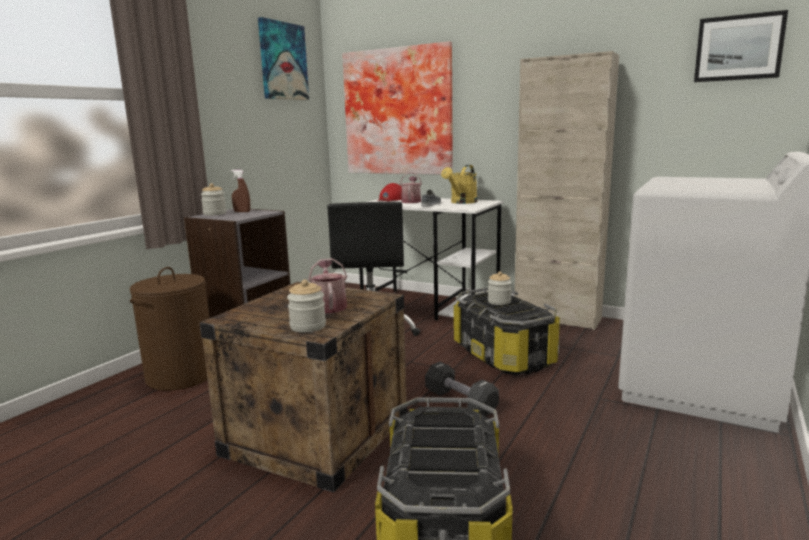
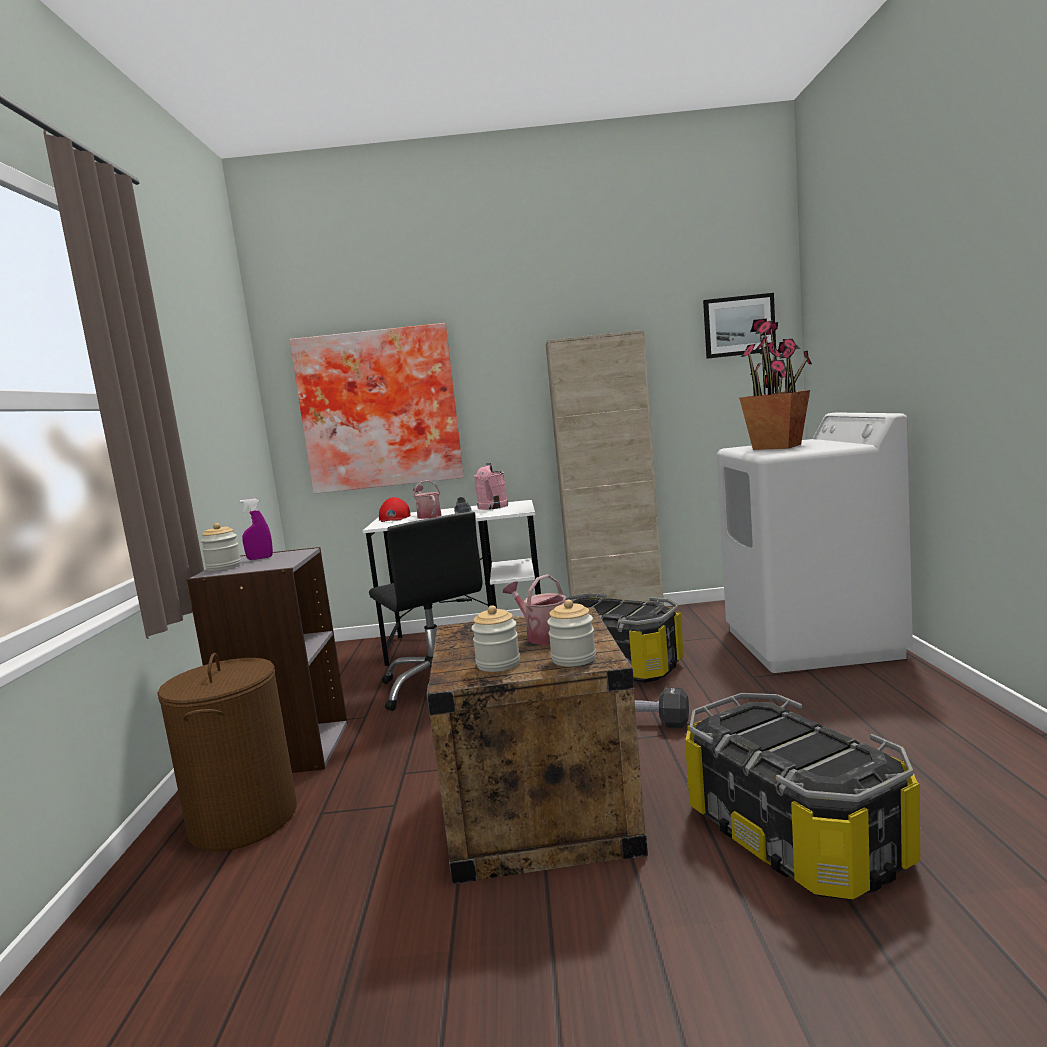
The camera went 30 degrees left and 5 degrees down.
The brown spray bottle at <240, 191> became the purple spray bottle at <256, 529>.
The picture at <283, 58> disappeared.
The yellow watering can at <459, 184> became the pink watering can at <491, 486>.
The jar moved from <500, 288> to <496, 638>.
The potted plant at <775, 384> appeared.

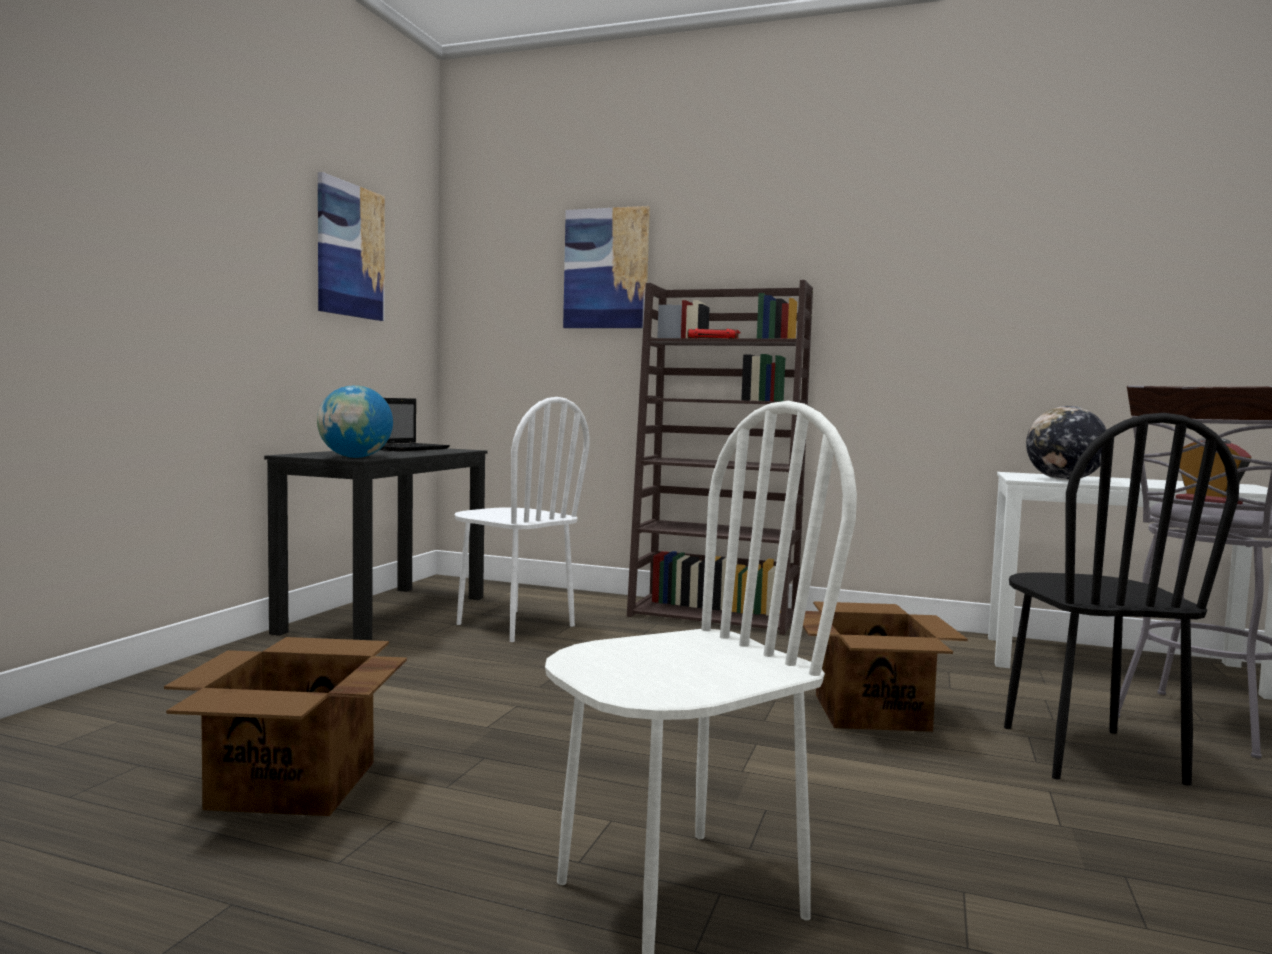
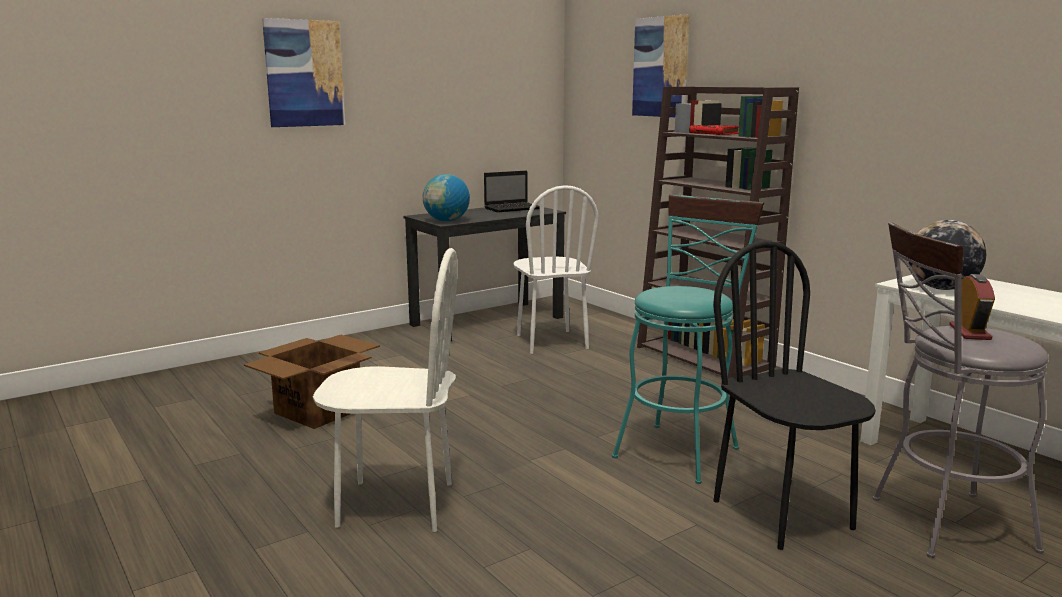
The camera went 35 degrees right and 10 degrees up.
The picture moved from <351, 246> to <303, 72>.
The cardboard box at <880, 666> was replaced by the turquoise stool at <688, 339>.
The black chair at <1122, 599> turned 120 degrees clockwise.

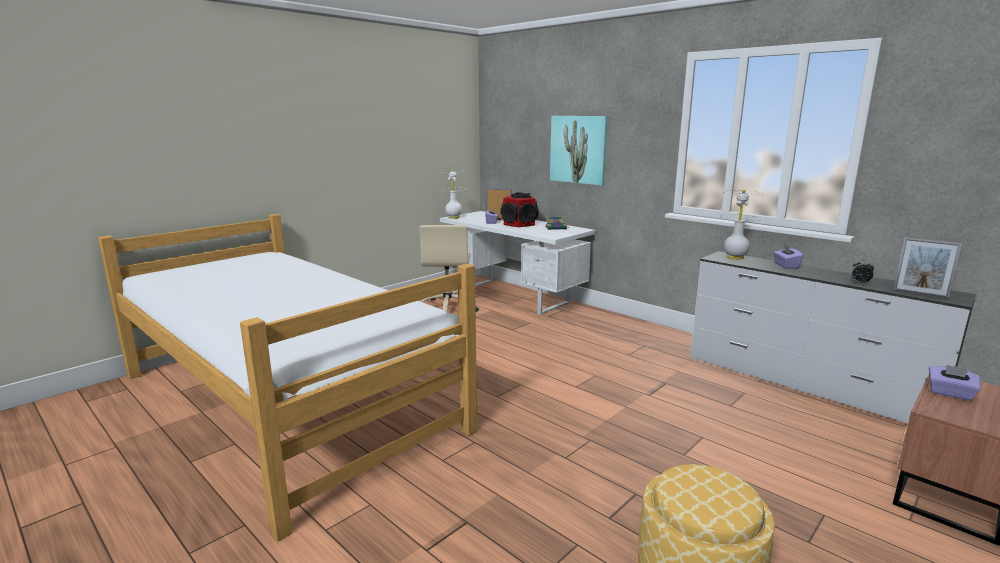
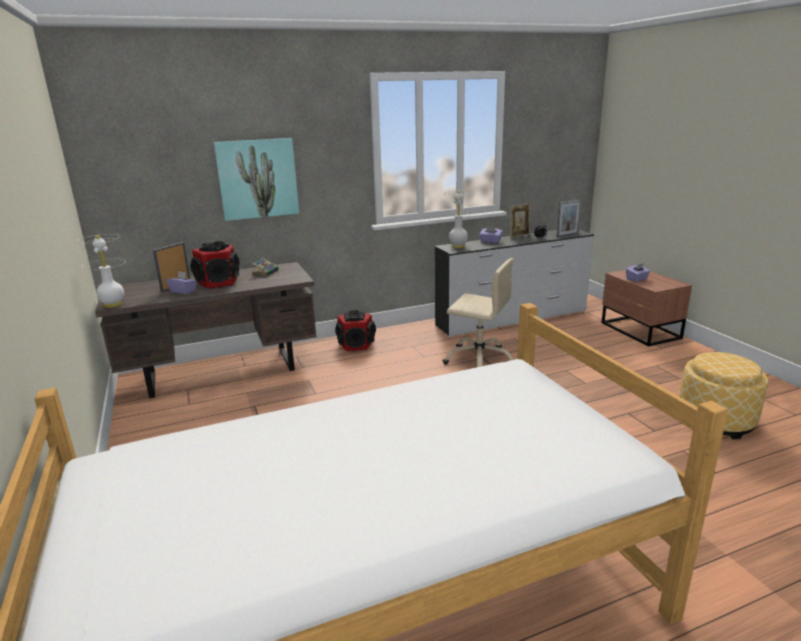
The camera went 65 degrees left and 5 degrees up.
The beige office chair moved from <449, 268> to <478, 312>.
The white desk at <517, 263> became the brown desk at <206, 330>.
The speaker at <355, 330> appeared.
The picture frame at <520, 221> appeared.

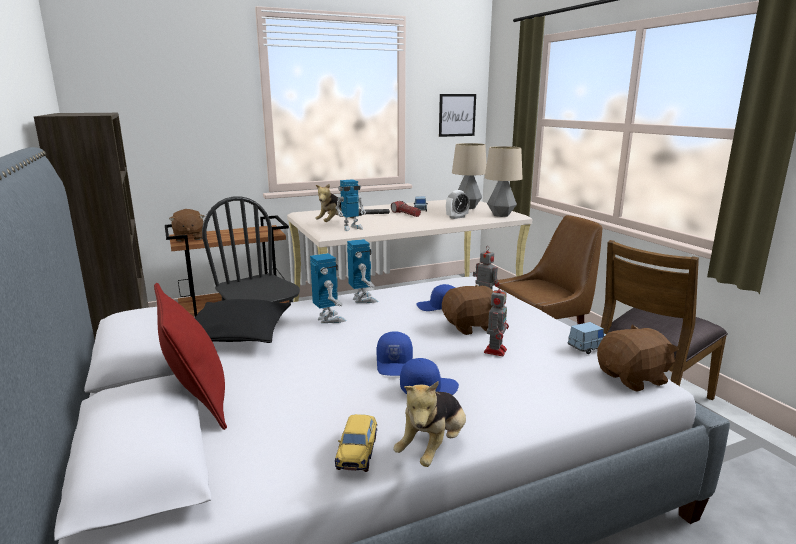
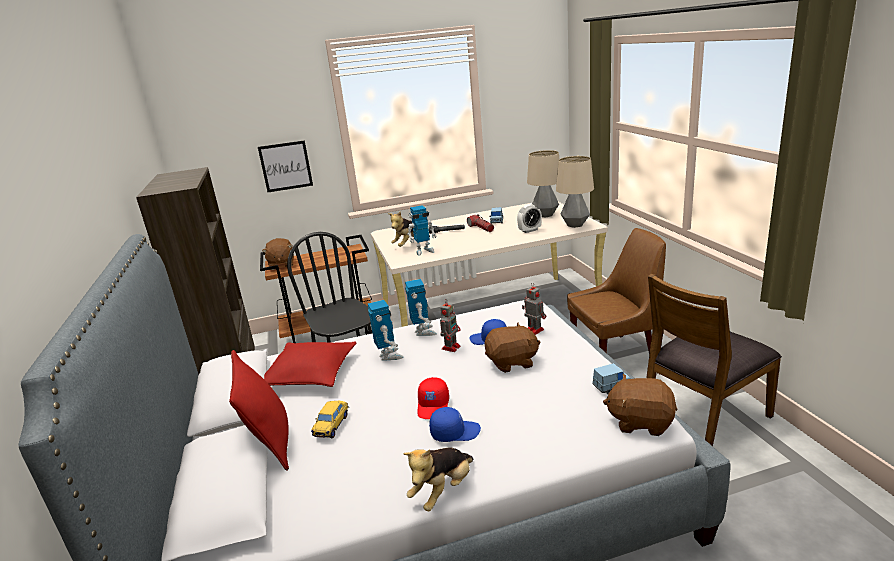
The camera went 10 degrees right and 5 degrees up.
The black pillow at <242, 321> became the red pillow at <310, 364>.
The toy car moved from <356, 443> to <330, 419>.
The blue cap at <395, 353> became the red cap at <433, 398>.
The picture moved from <457, 115> to <285, 166>.
The toy robot moved from <496, 320> to <450, 325>.
The brown plush toy at <638, 358> turned 150 degrees counterclockwise.

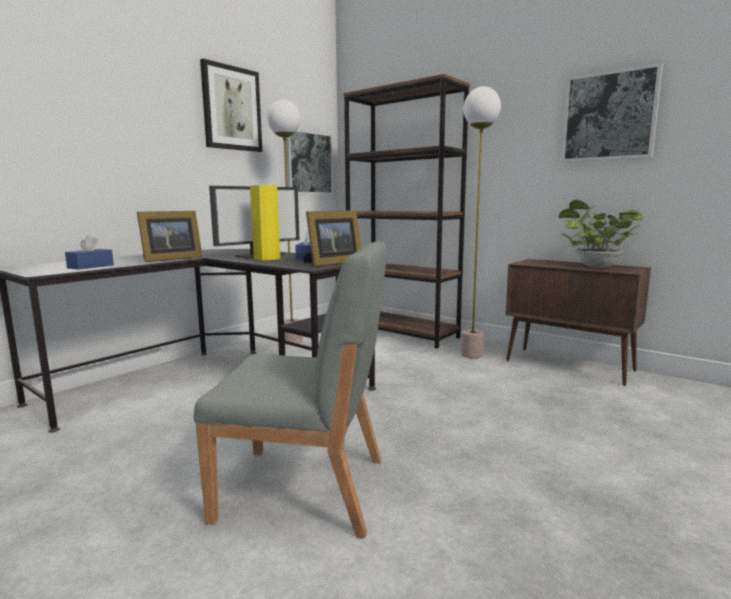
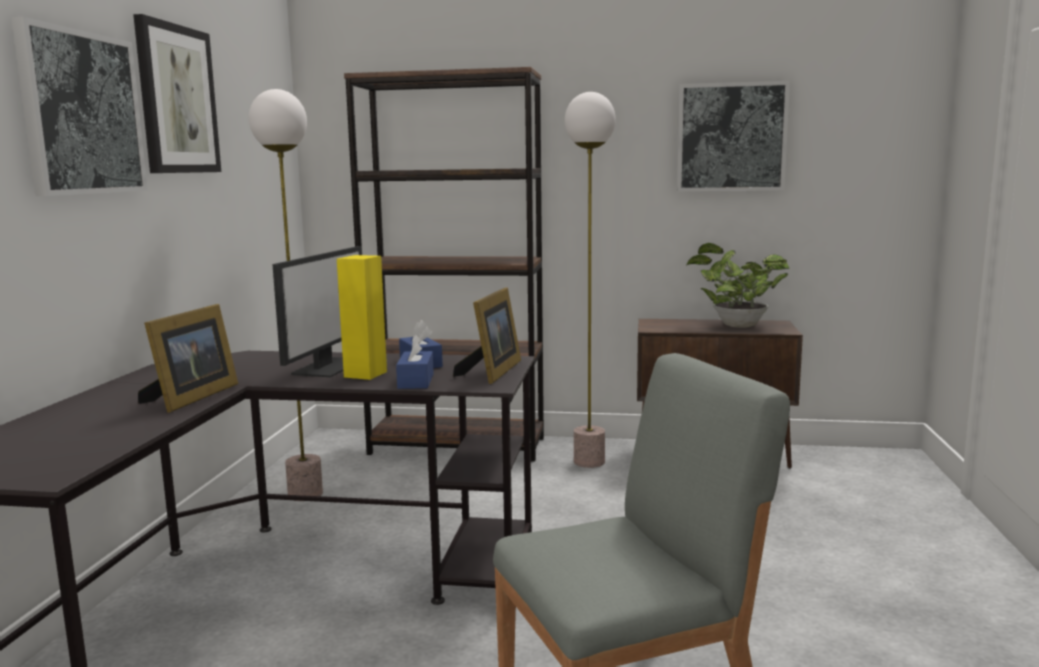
The camera went 30 degrees left and 0 degrees up.
The blue tissue box moved from <89, 252> to <415, 361>.
The picture moved from <309, 161> to <79, 106>.

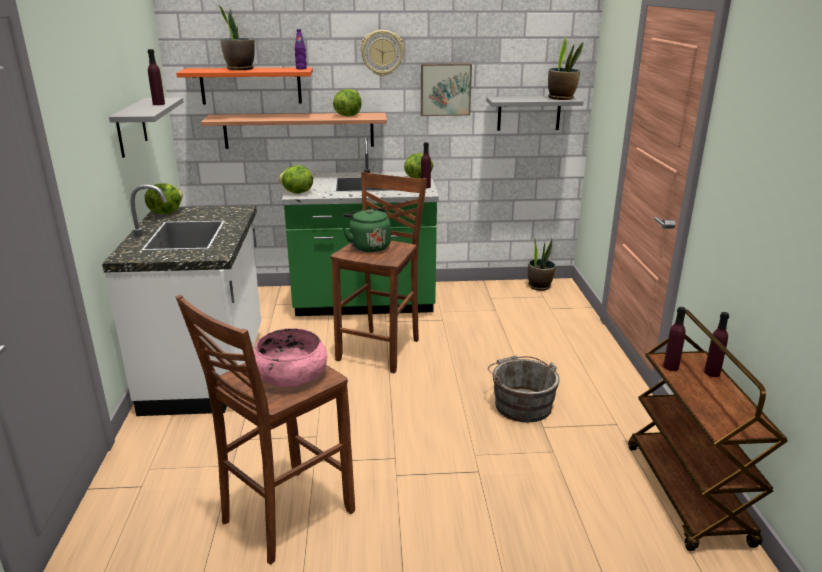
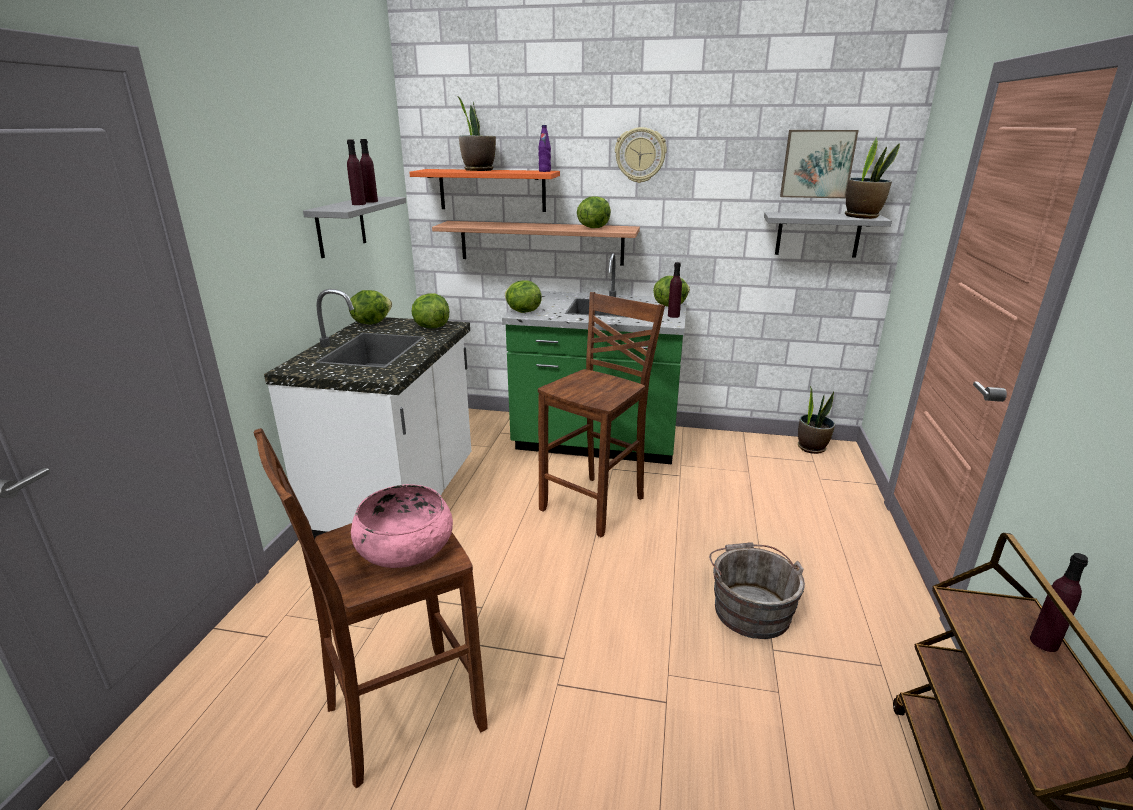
The camera went 15 degrees right and 0 degrees up.
The green kettle at <367, 230> disappeared.
The picture moved from <446, 89> to <819, 164>.
The purple bottle moved from <674, 339> to <356, 172>.
The lettuce at <430, 310> appeared.

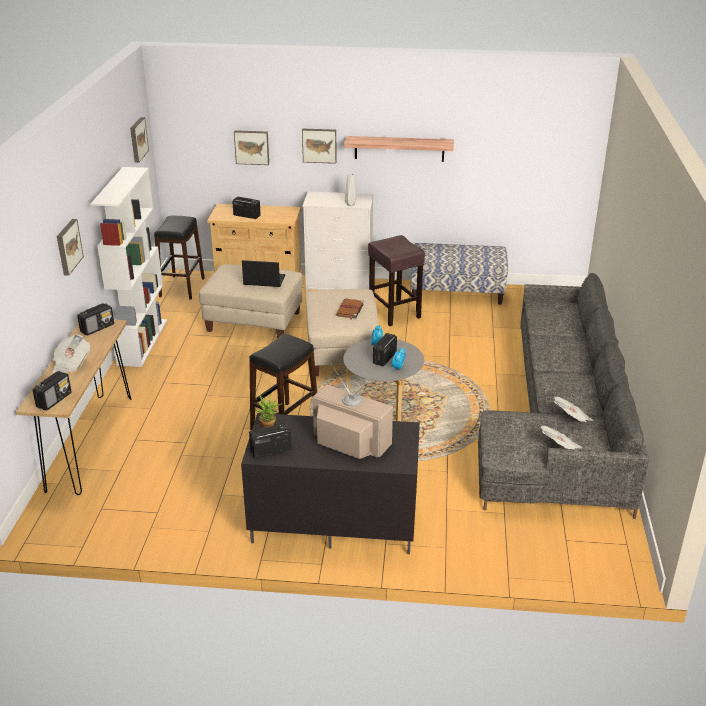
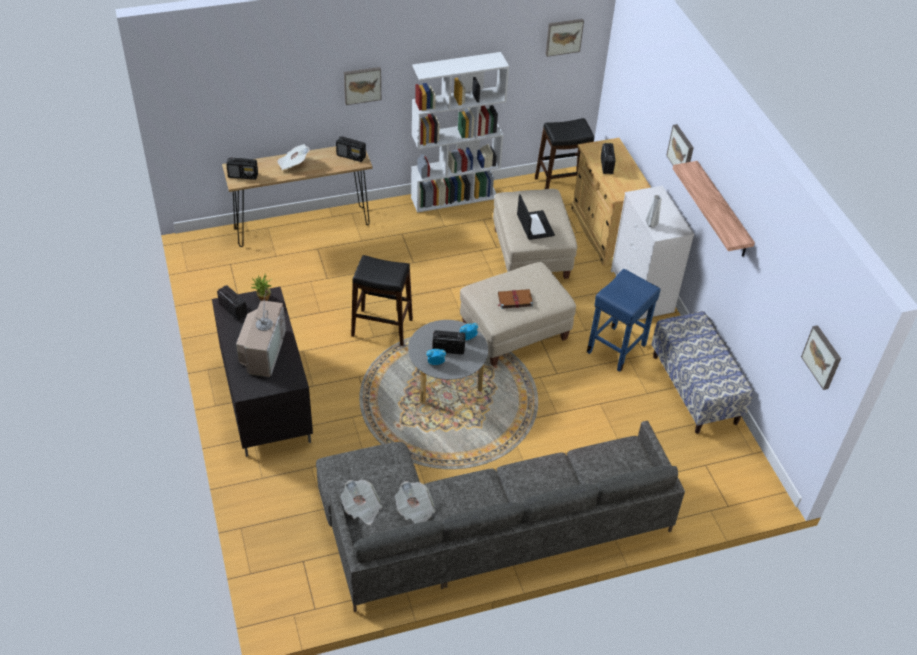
The camera went 65 degrees right and 15 degrees up.
The picture moved from <251, 147> to <821, 357>.
The brown stool at <396, 280> became the blue stool at <624, 320>.

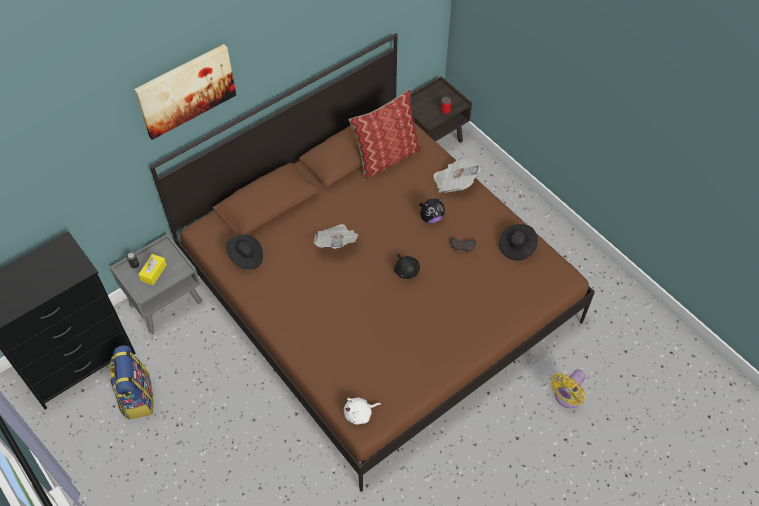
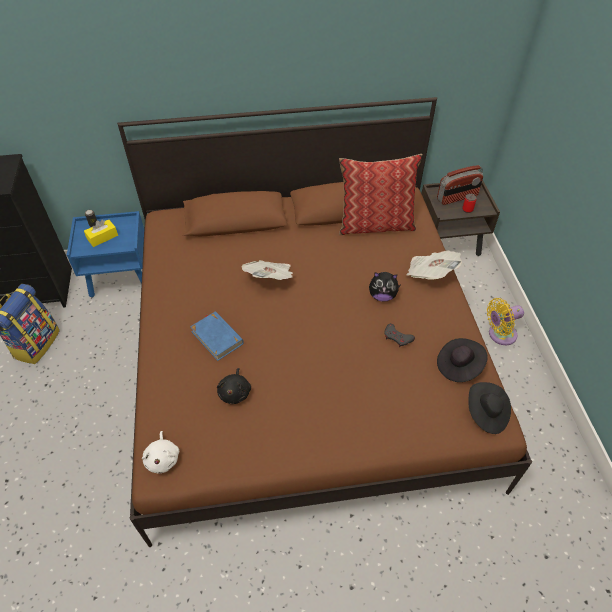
The camera went 30 degrees right and 5 degrees down.
The grey nightstand at <156, 283> became the blue nightstand at <105, 254>.
The picture at <185, 92> disappeared.
The black hat moved from <244, 252> to <490, 408>.
The white plush toy at <362, 411> turned 105 degrees counterclockwise.
The black plush toy moved from <407, 266> to <234, 386>.
The yellow fan moved from <568, 389> to <505, 321>.
The blue book at <217, 336> appeared.
The radio at <460, 185> appeared.

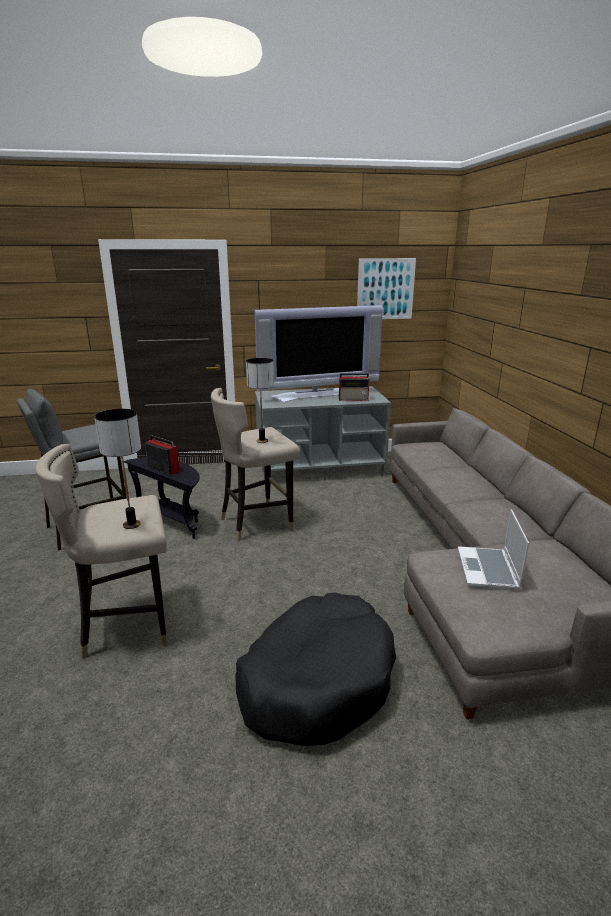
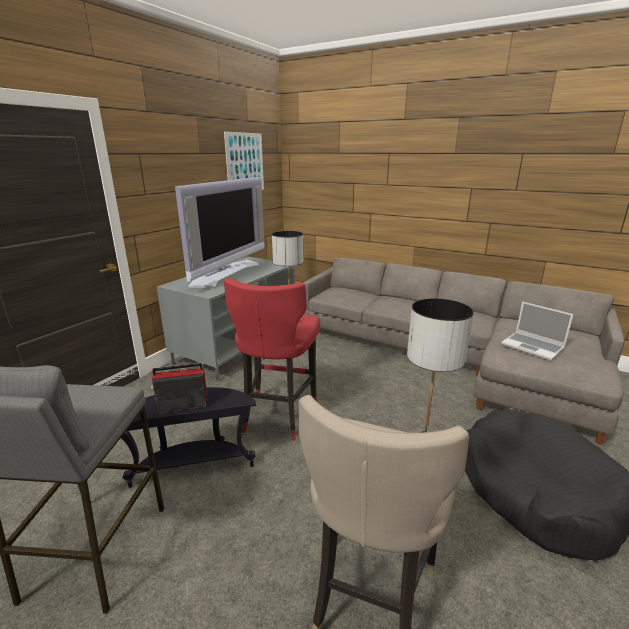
The camera went 50 degrees left and 0 degrees up.
The beige stool at <255, 464> became the red stool at <272, 359>.
The radio at <354, 387> disappeared.

